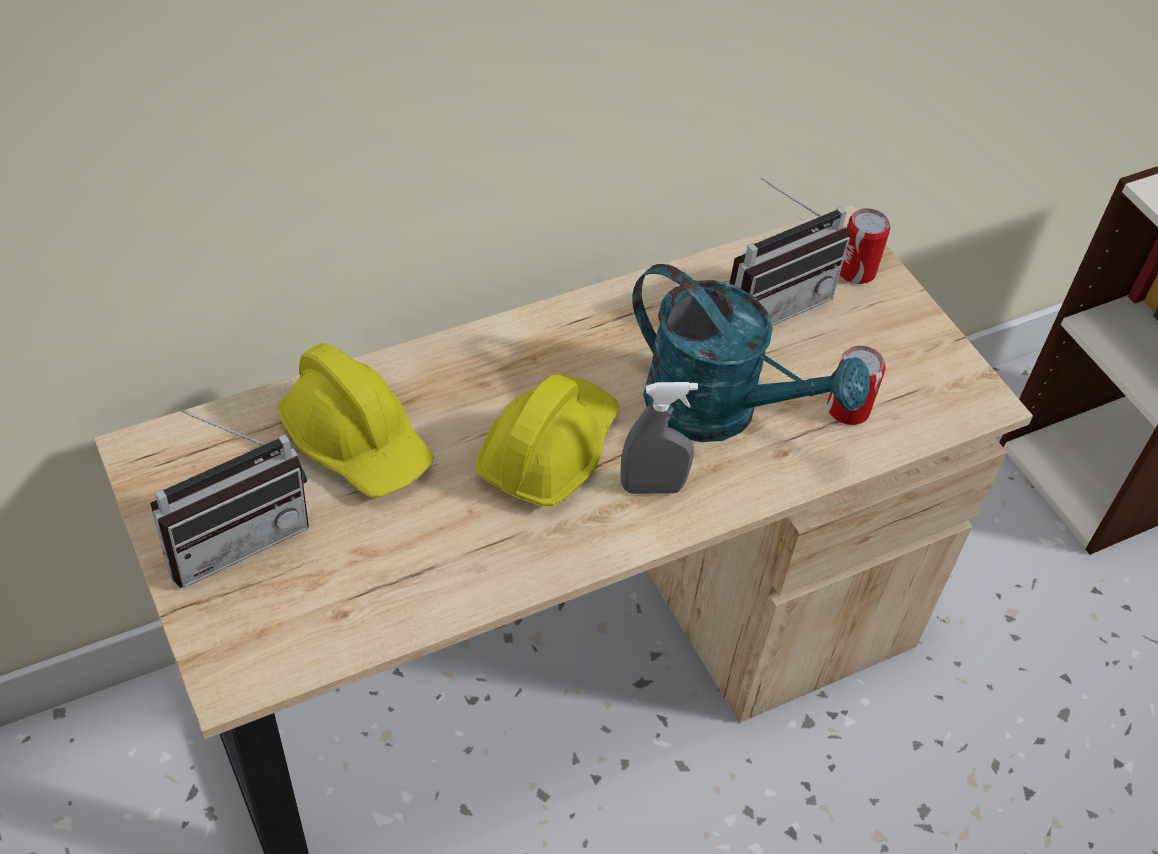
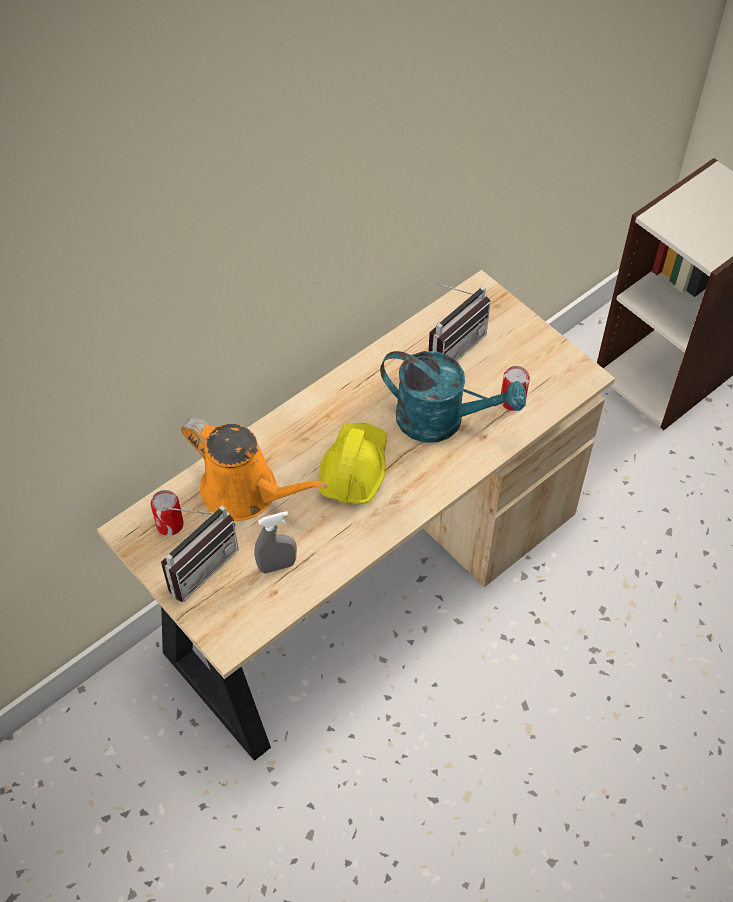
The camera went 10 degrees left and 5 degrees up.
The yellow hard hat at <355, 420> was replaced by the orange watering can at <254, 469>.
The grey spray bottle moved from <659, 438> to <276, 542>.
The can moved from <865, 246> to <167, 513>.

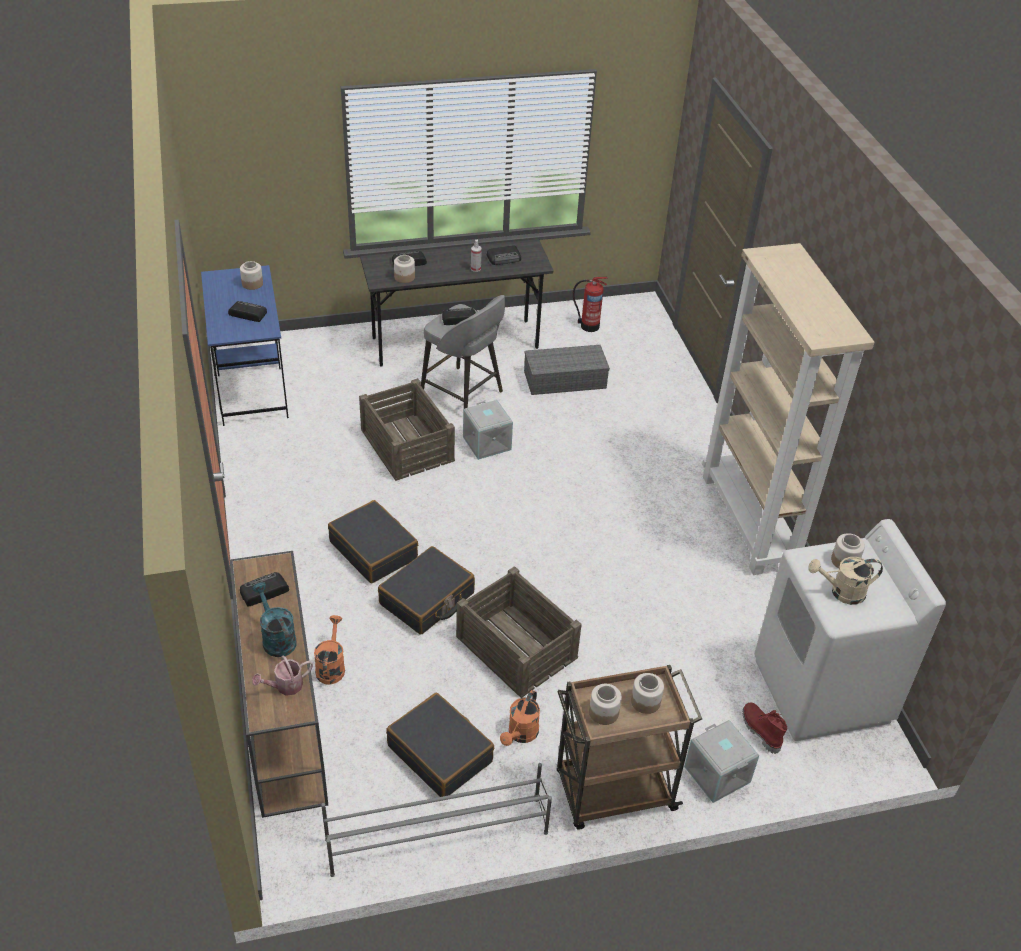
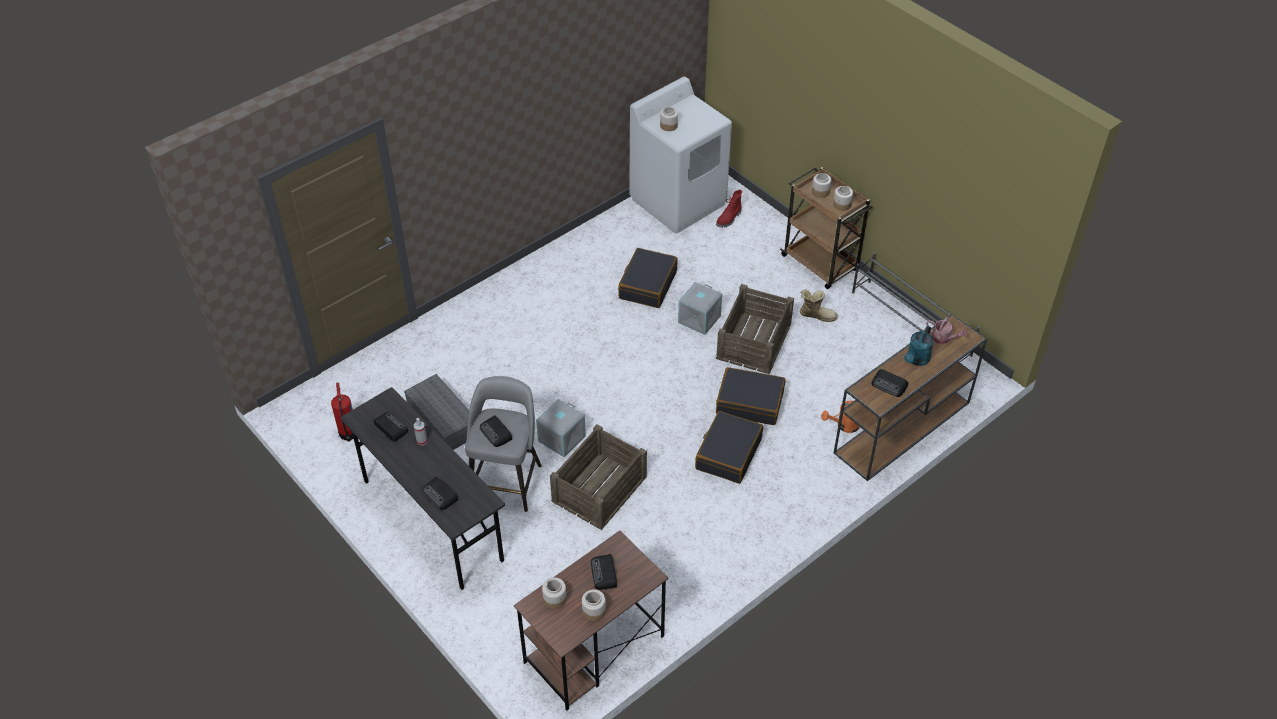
The camera went 115 degrees left and 5 degrees up.
The blue desk at <245, 345> became the brown desk at <591, 621>.
The black suitcase moved from <440, 745> to <648, 278>.
The jar moved from <404, 269> to <594, 605>.
The orange watering can at <520, 718> was replaced by the boot at <819, 305>.
The grey storage box moved from <721, 761> to <700, 308>.
The beige bookcase at <788, 409> disappeared.
The beige watering can at <845, 581> disappeared.

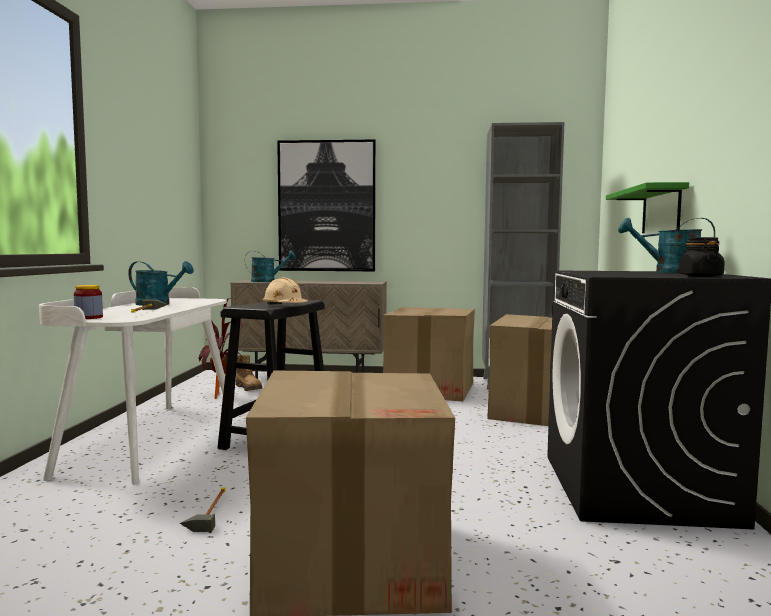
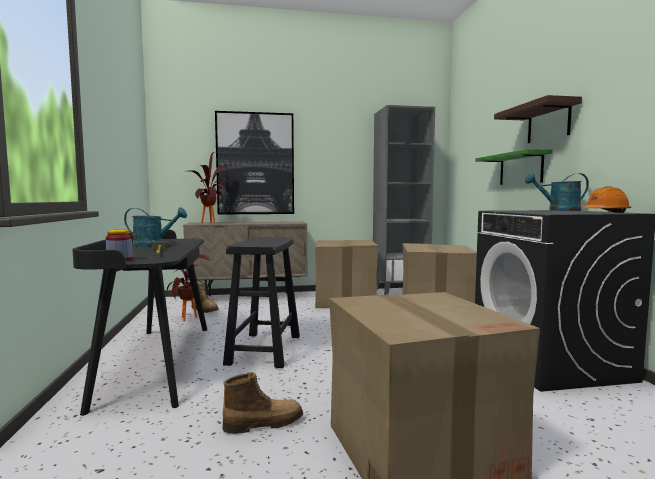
The camera went 15 degrees left and 0 degrees up.
The white desk at <133, 386> became the black desk at <139, 323>.
The hammer at <202, 510> was replaced by the boot at <262, 403>.
The turquoise watering can at <270, 266> was replaced by the potted plant at <211, 188>.
The beige hard hat at <285, 291> disappeared.
The black jar at <702, 257> was replaced by the orange hard hat at <605, 199>.
The shelf at <538, 119> appeared.

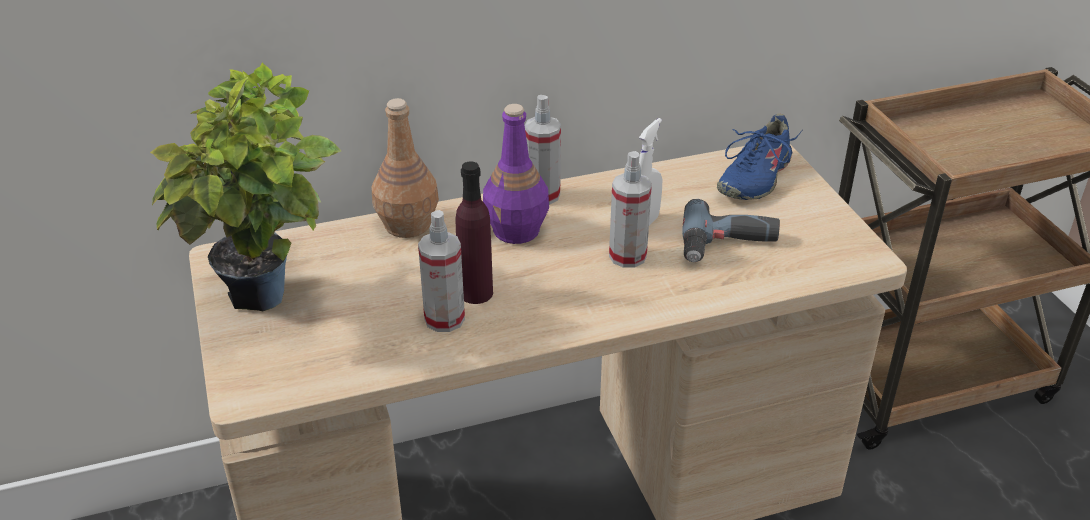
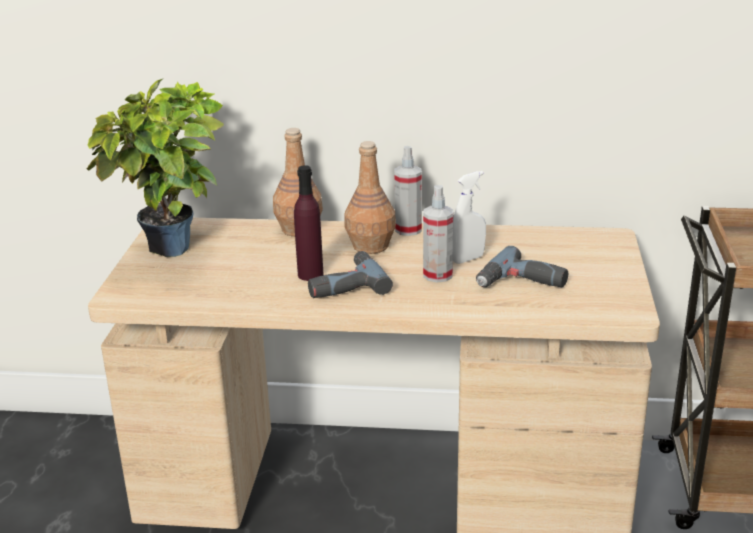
The camera went 25 degrees right and 10 degrees down.
The spray bottle at <441, 271> disappeared.
The purple bottle at <516, 174> became the brown bottle at <370, 197>.
The blue shoe at <759, 156> disappeared.
The power drill at <350, 274> appeared.

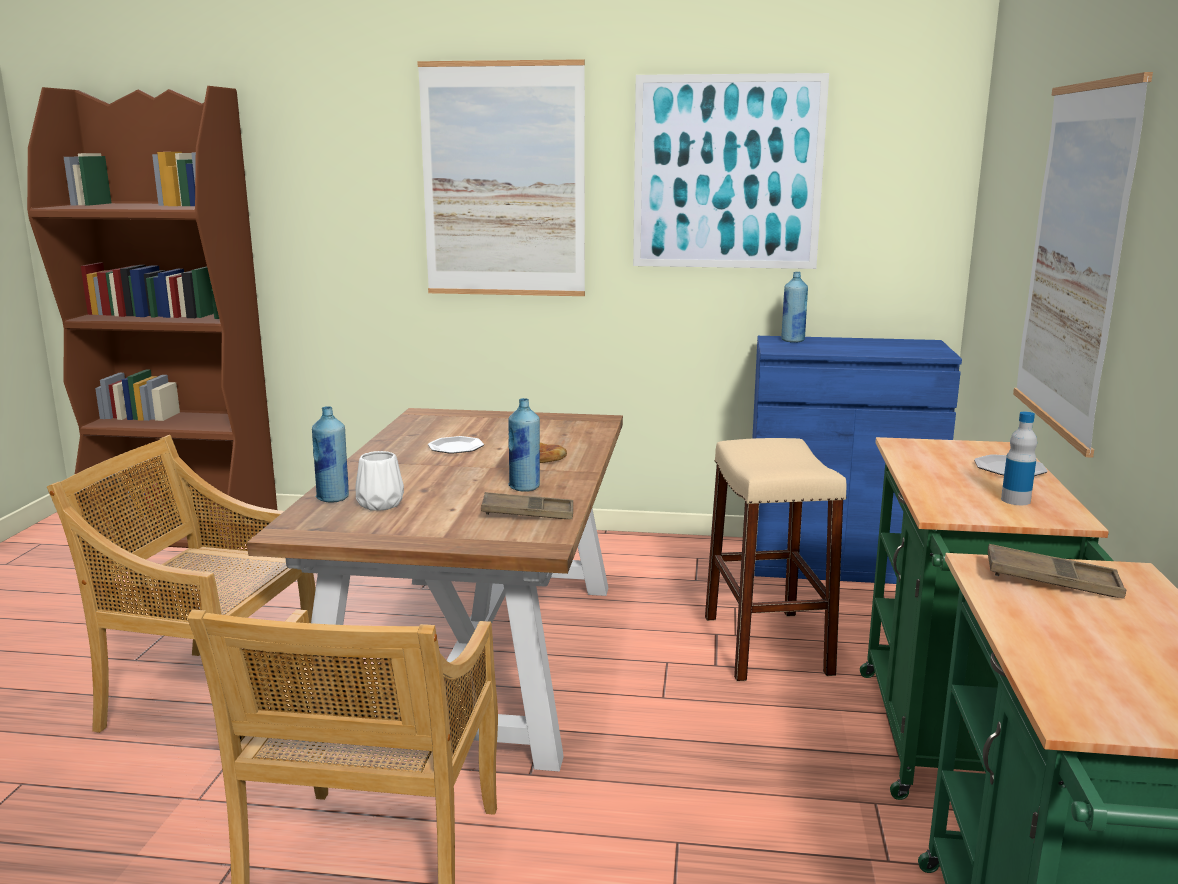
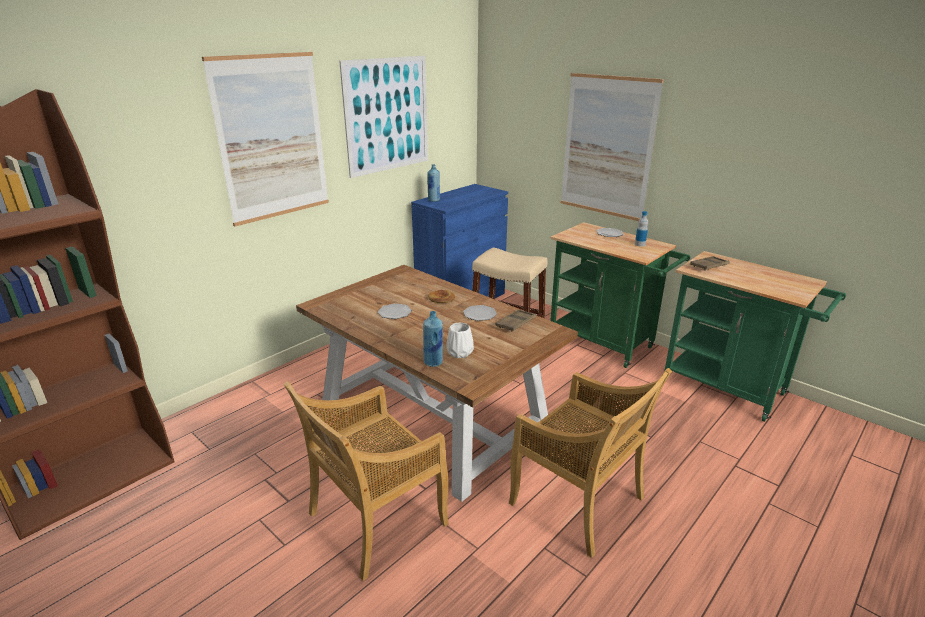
The camera went 55 degrees left and 10 degrees up.
The blue bottle at <524, 445> was replaced by the plate at <480, 313>.

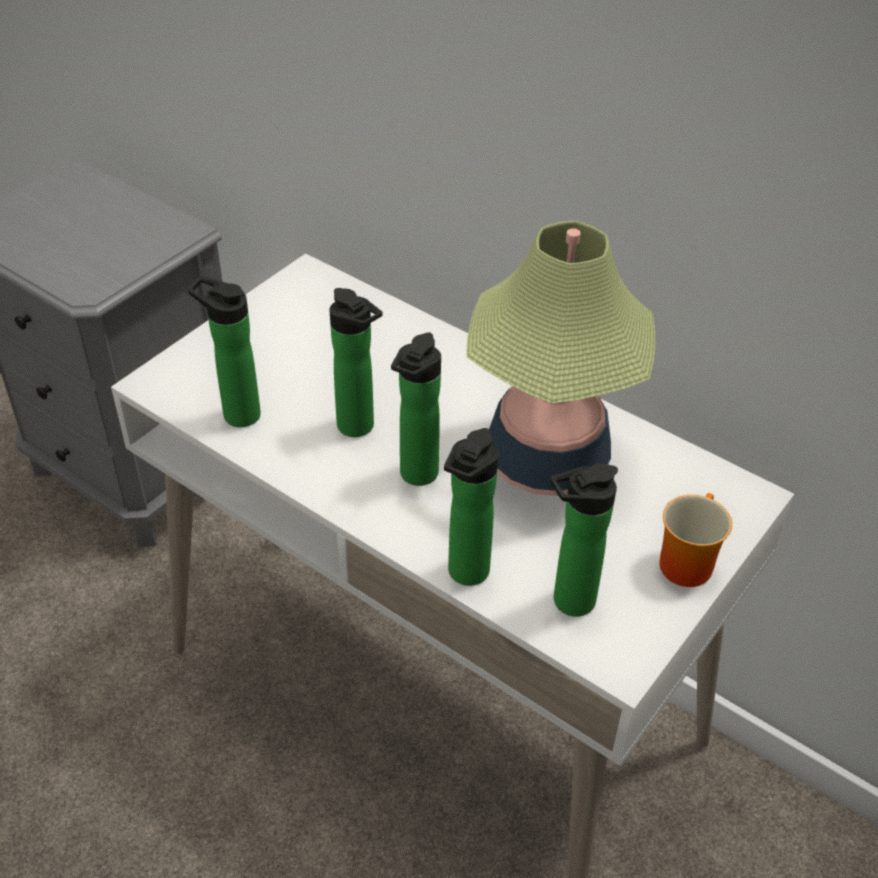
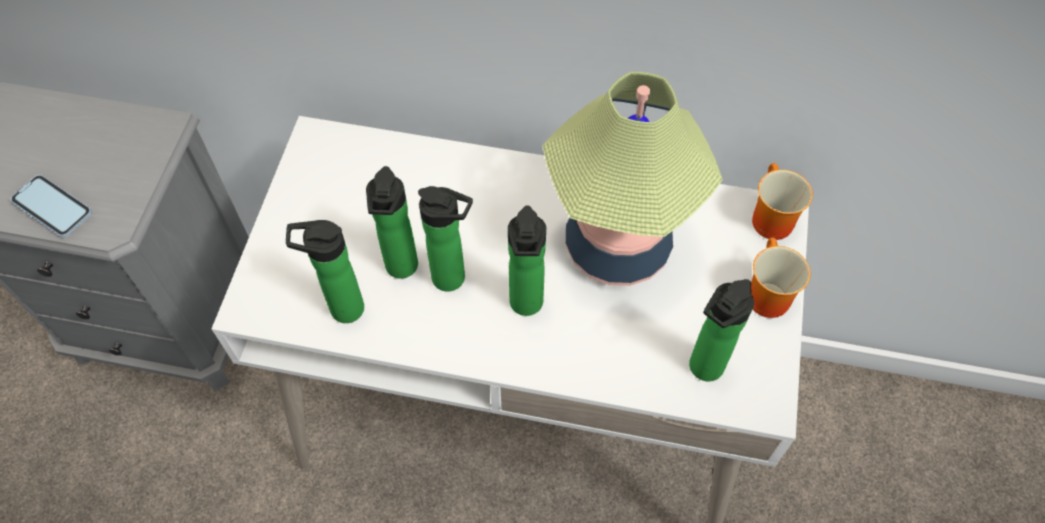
The camera went 25 degrees left and 15 degrees up.
The bottle moved from <471, 507> to <392, 222>.
The phone at <51, 206> appeared.
The mug at <782, 201> appeared.

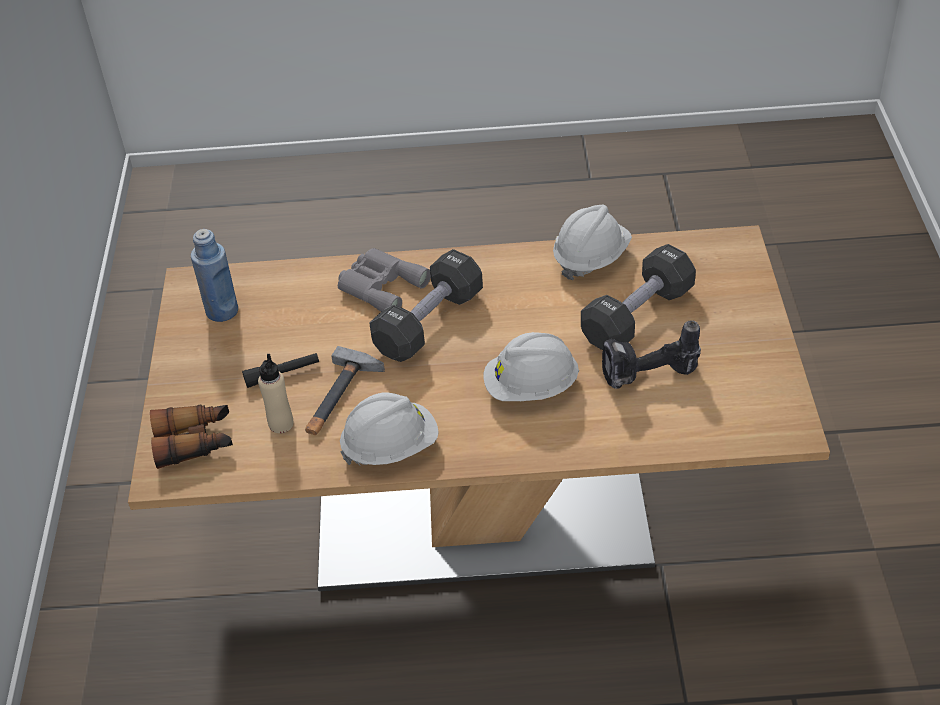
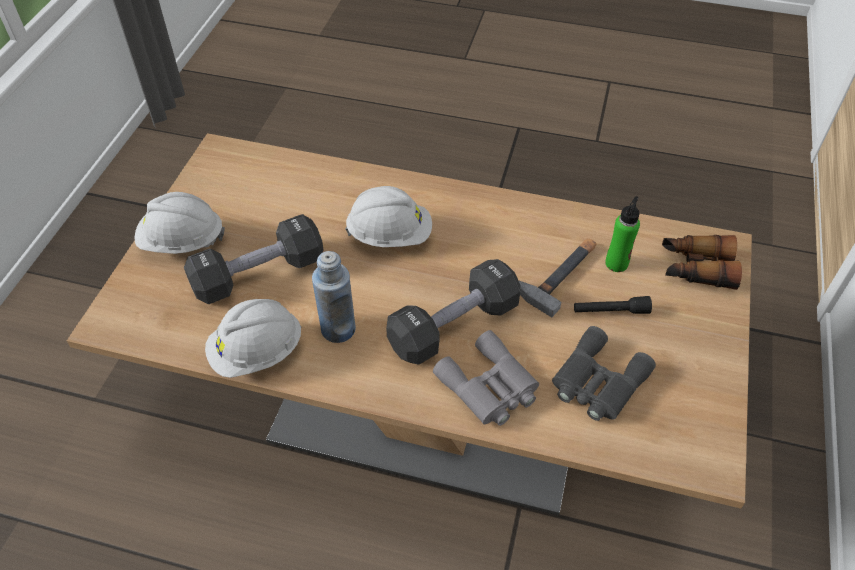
The camera went 165 degrees left and 5 degrees up.
The blue bottle moved from <214, 275> to <334, 297>.
The beige bottle at <275, 393> became the green bottle at <622, 234>.
The white hard hat moved from <389, 429> to <179, 223>.
The power drill at <651, 354> disappeared.
The grey binoculars at <604, 373> appeared.

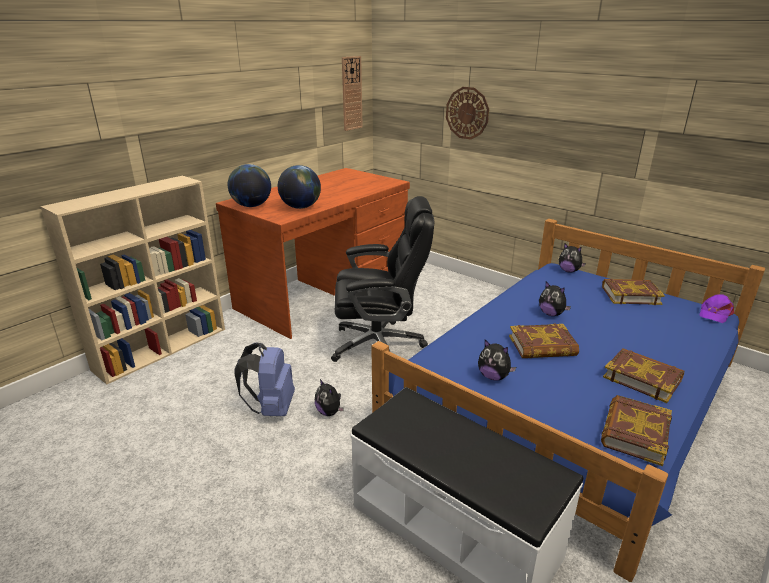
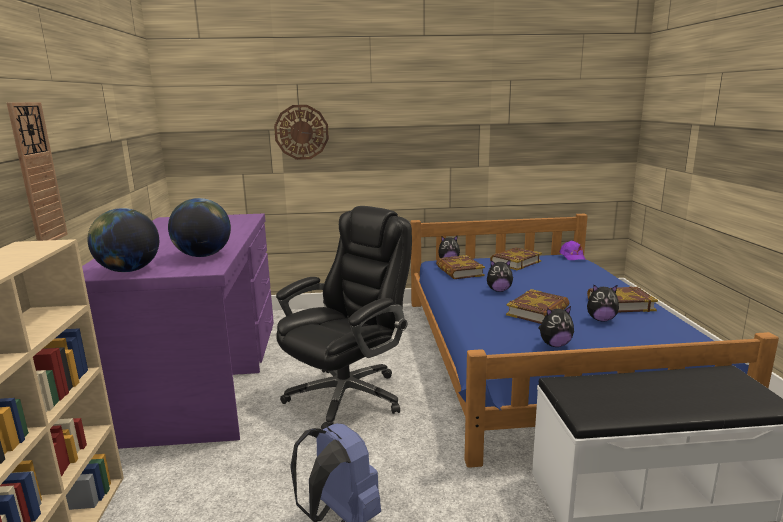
The camera went 45 degrees left and 10 degrees down.
The brown desk at <313, 253> became the purple desk at <178, 331>.
The plush toy moved from <329, 397> to <603, 303>.
The wall clock moved from <352, 93> to <37, 171>.
The book moved from <636, 430> to <460, 267>.

